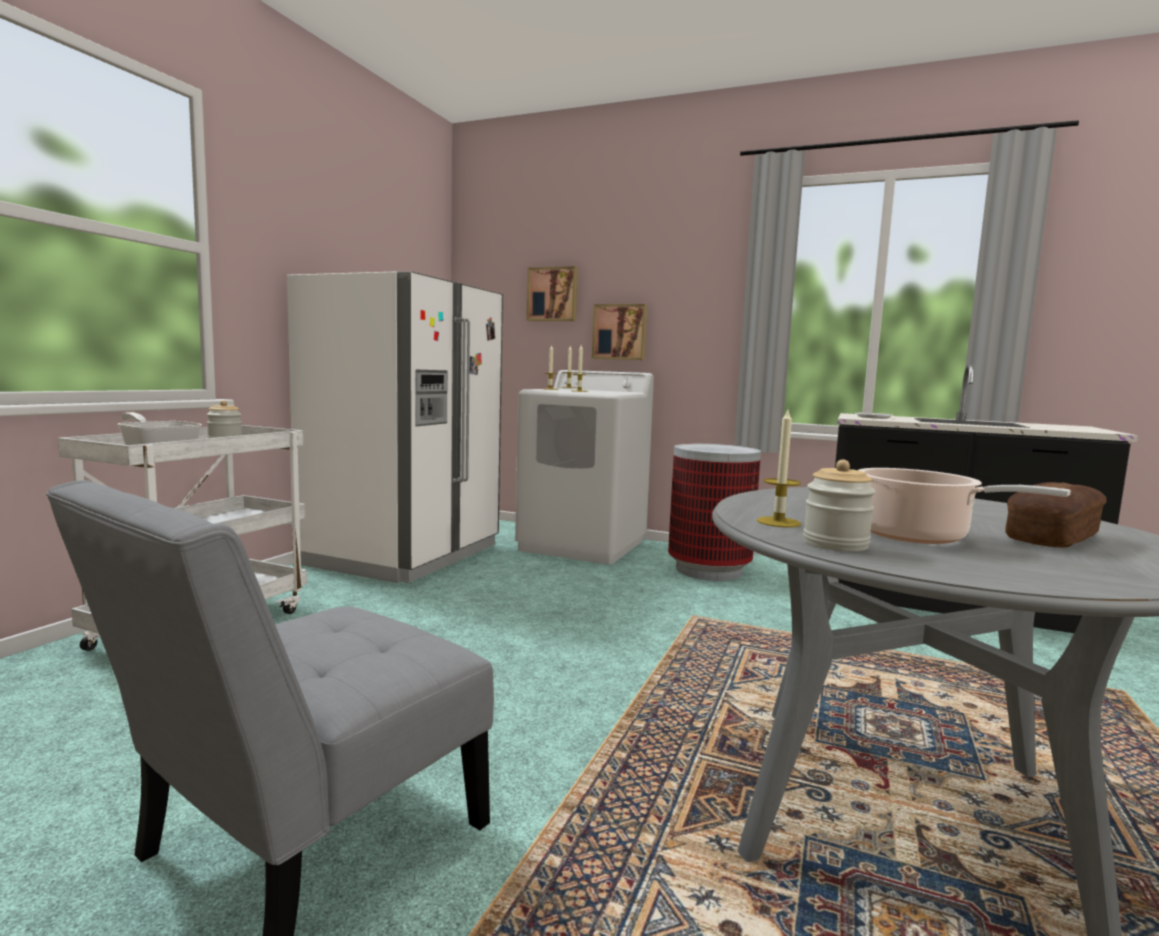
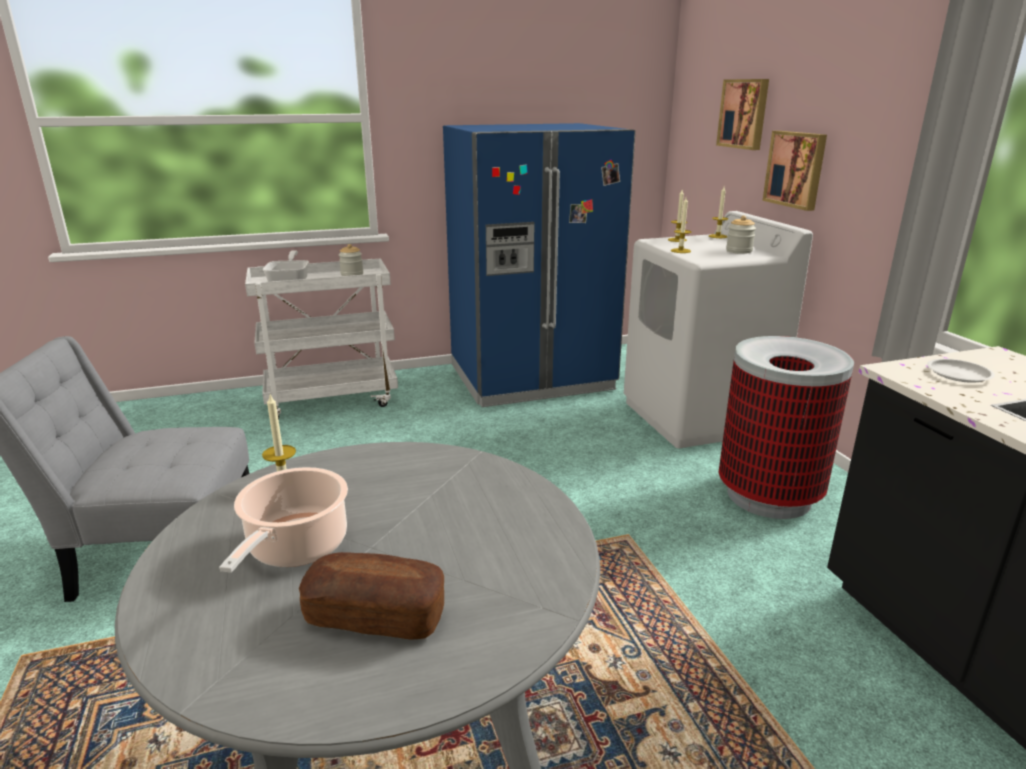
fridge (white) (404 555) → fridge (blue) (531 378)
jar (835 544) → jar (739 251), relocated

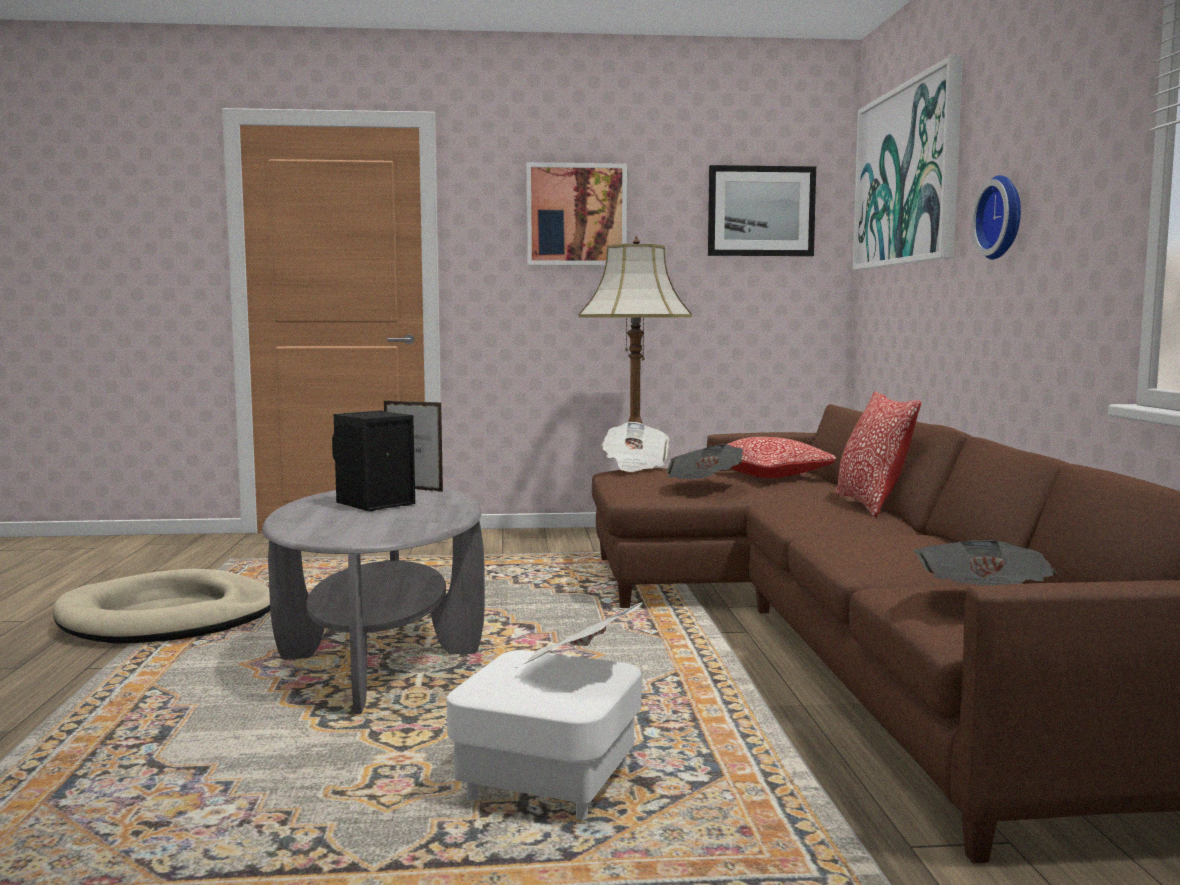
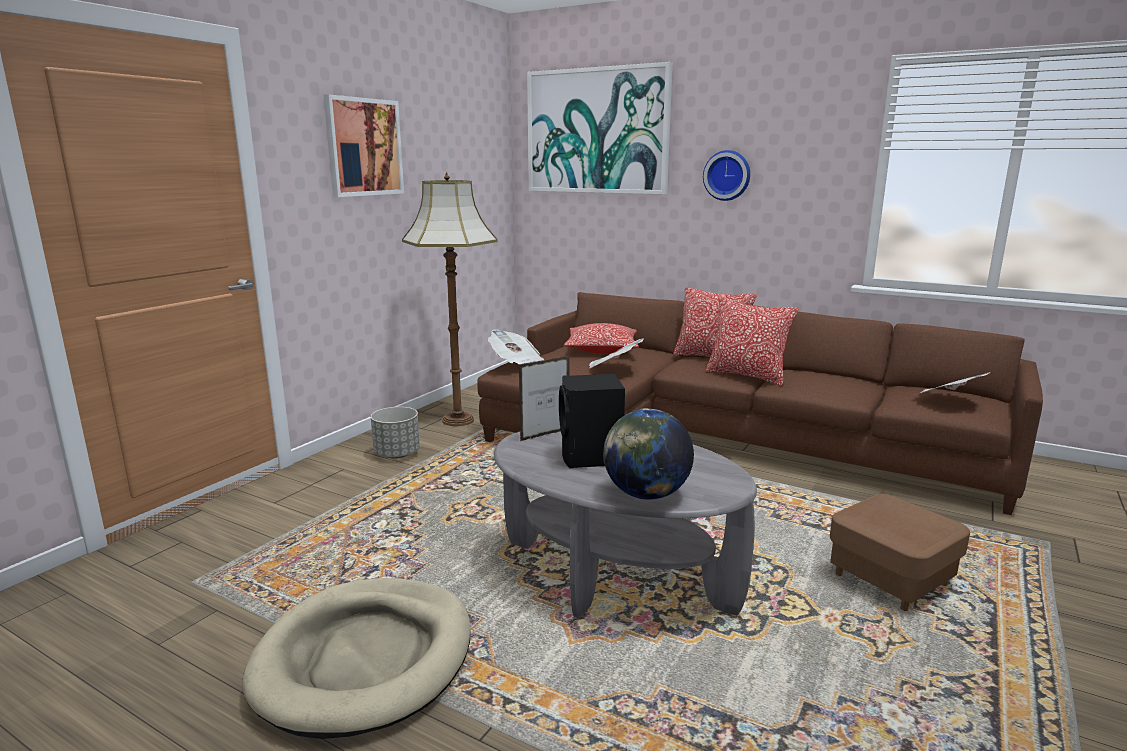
picture (761 211) → -
newspaper (578 669) → -
ottoman (white) (547 784) → ottoman (brown) (890 581)
- → pillow (747 376)
- → planter (grey) (397 454)
- → globe (646 495)

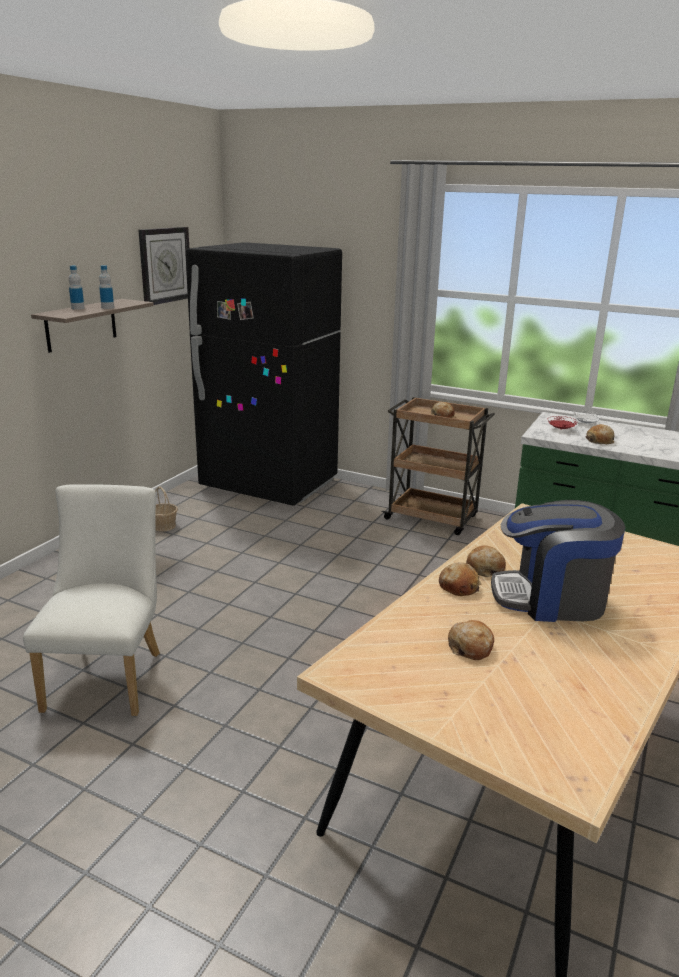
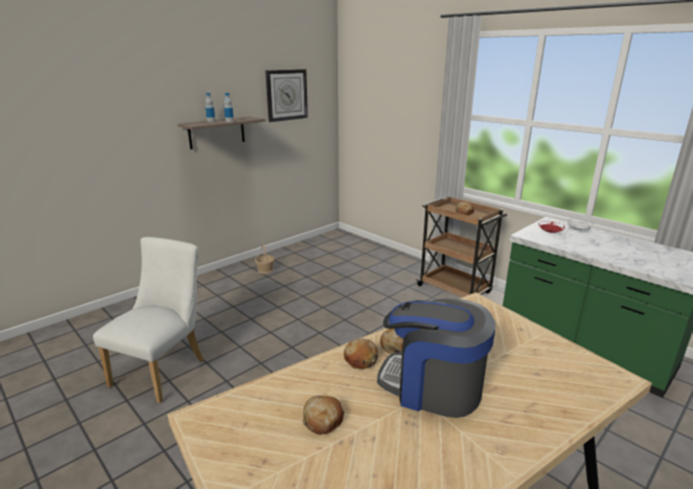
fridge (black) (269 485) → -
bread (600 440) → -

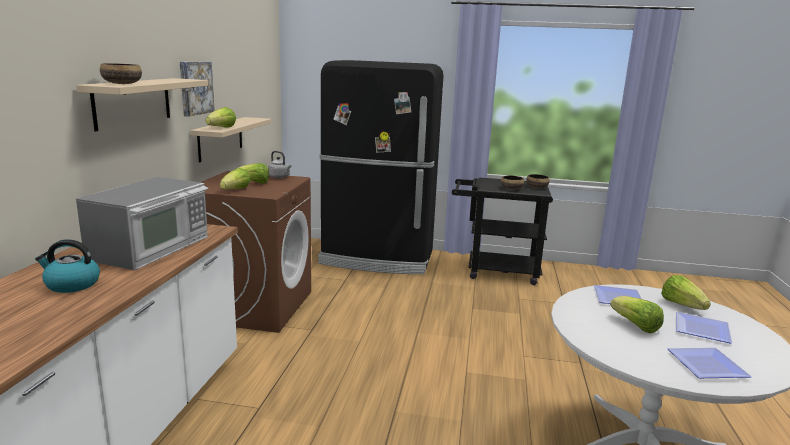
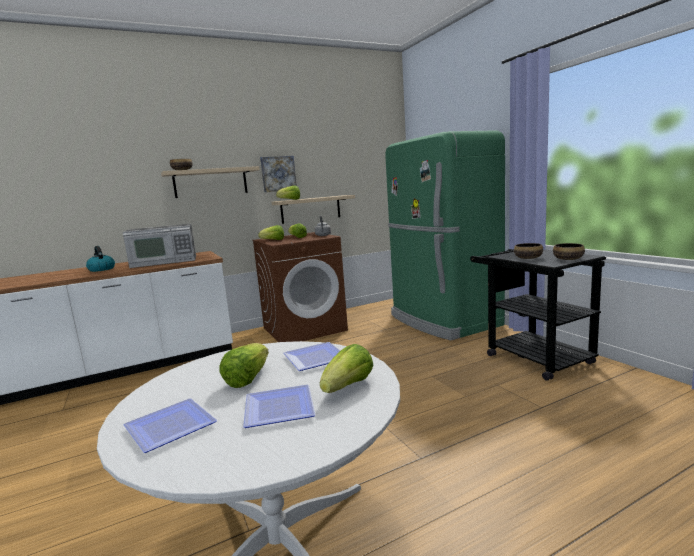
fridge (black) (378 258) → fridge (green) (443 321)

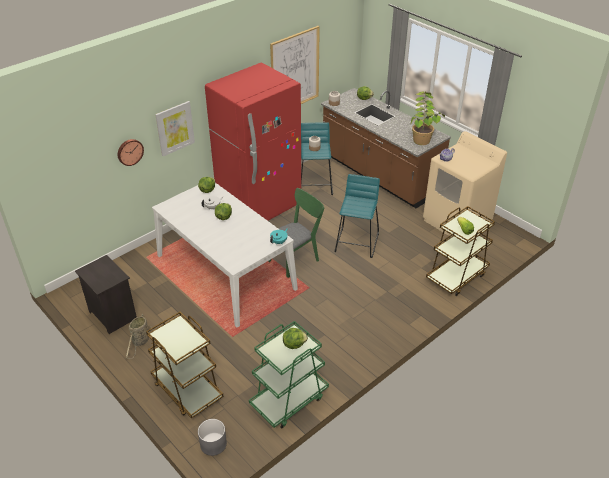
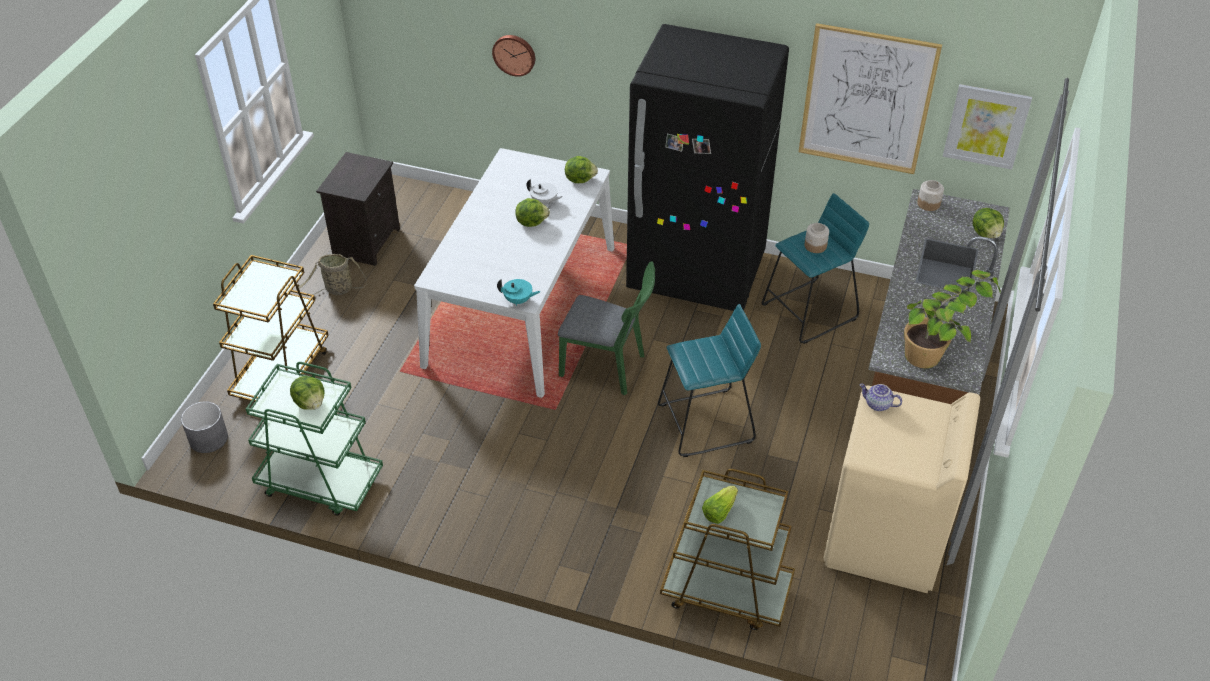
fridge (red) (259 206) → fridge (black) (696 273)
picture (175 128) → picture (986 126), relocated

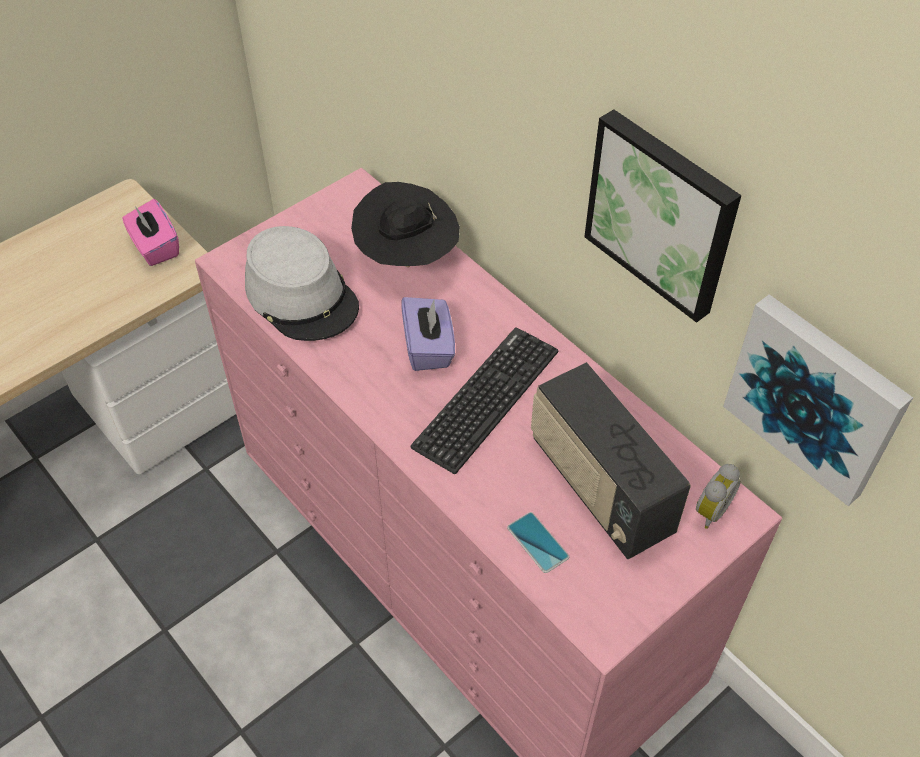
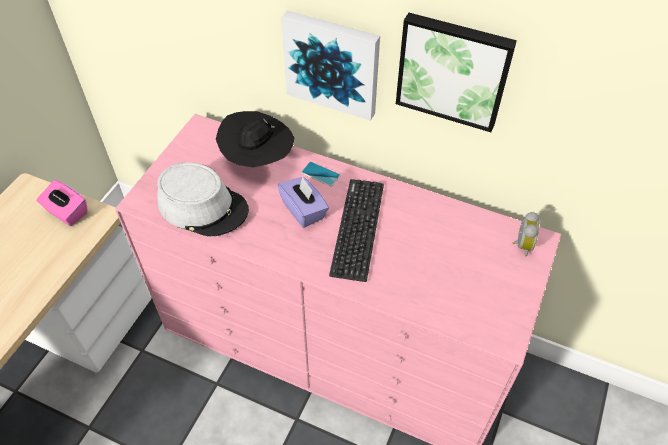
picture (816 397) → picture (332 63), relocated
radio (599 488) → -
phone (537 542) → phone (320 174), relocated

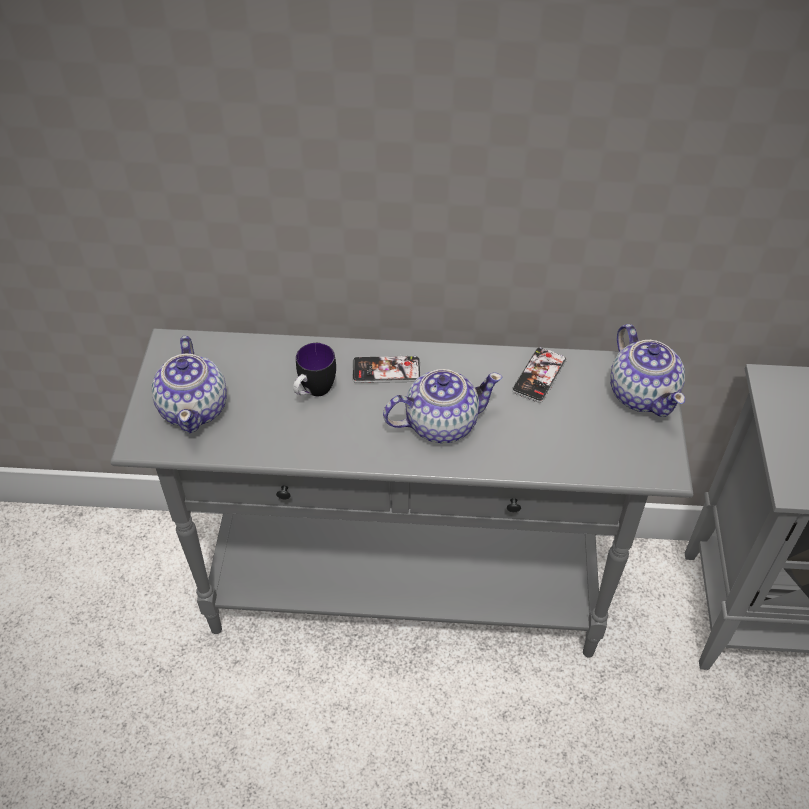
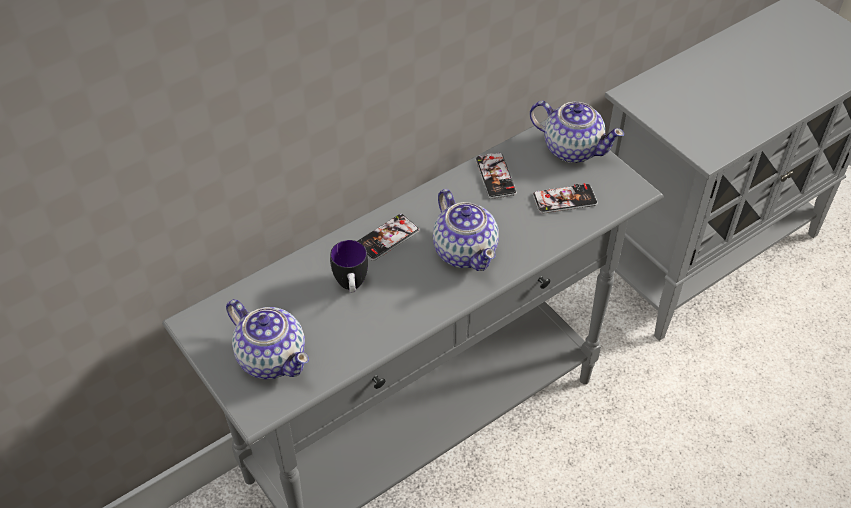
teapot (440 423) → teapot (465 251), 120 degrees clockwise
- → phone (564 199)

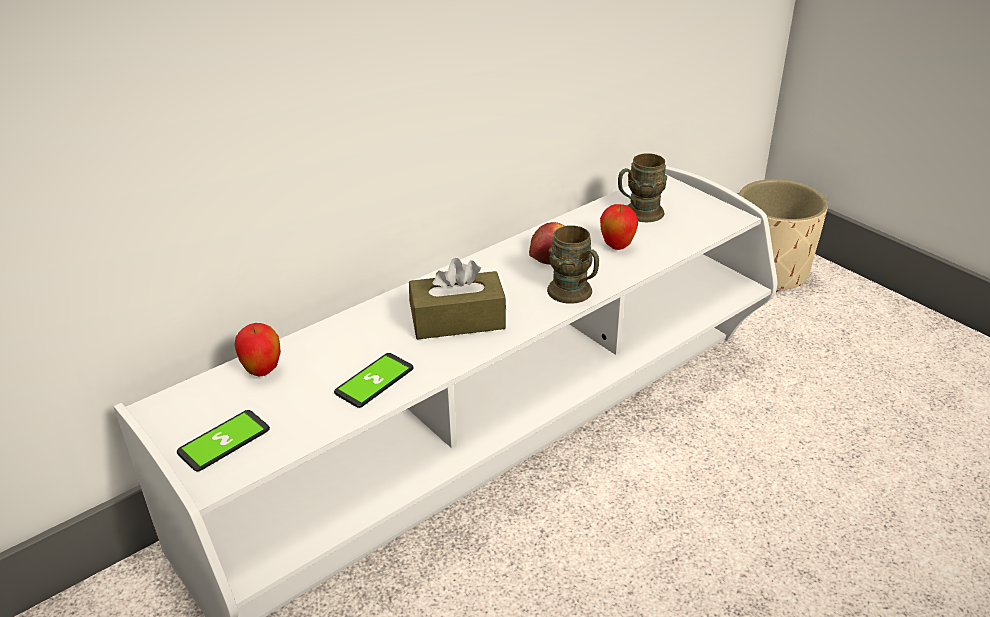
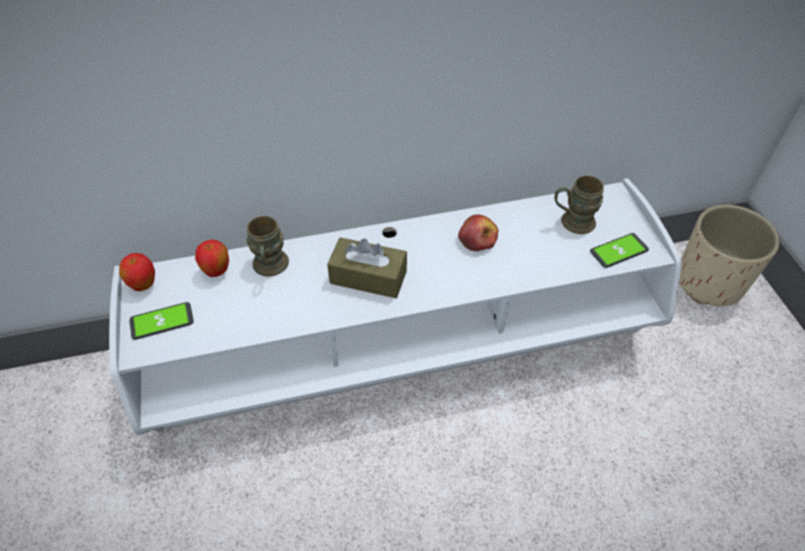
apple (617 246) → apple (144 285), relocated
mug (brown) (575 295) → mug (brown) (270 268), relocated
phone (374 381) → phone (618 251), relocated

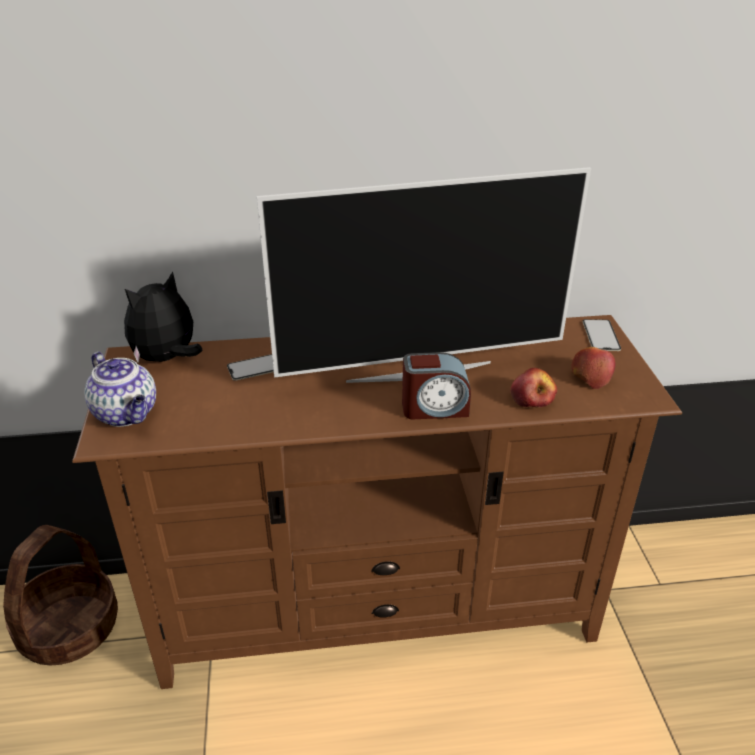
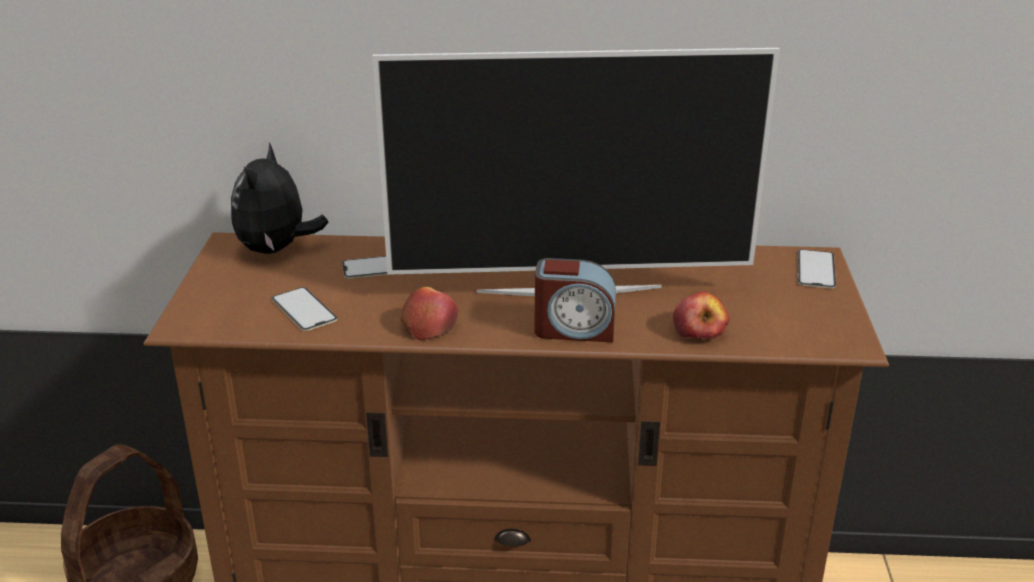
plush toy (167 359) → plush toy (276 250), 45 degrees counterclockwise
apple (591 375) → apple (429 325), relocated
teapot (127 414) → -
- → phone (304 309)

